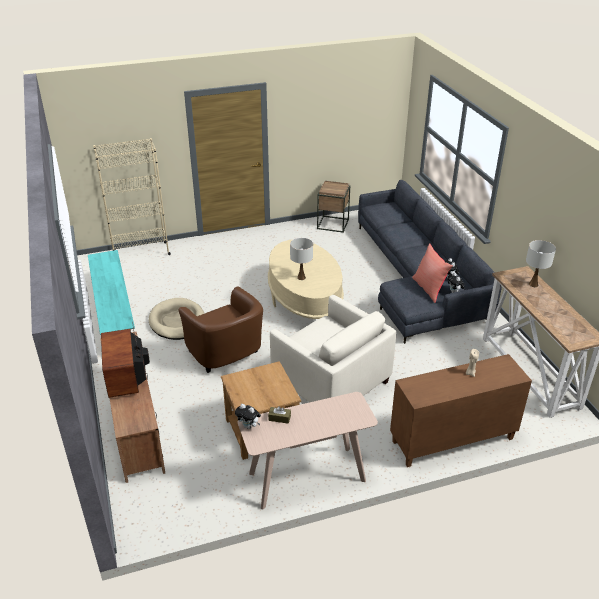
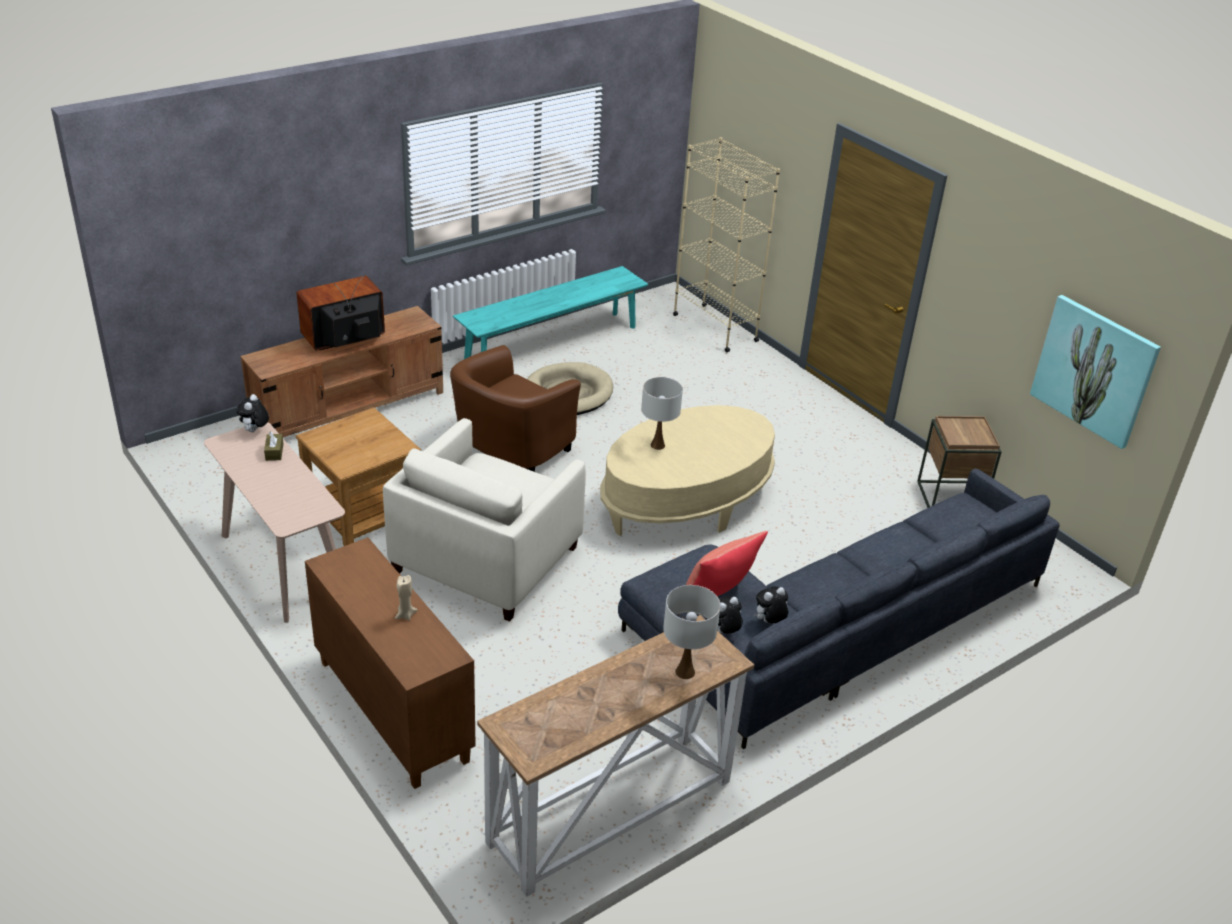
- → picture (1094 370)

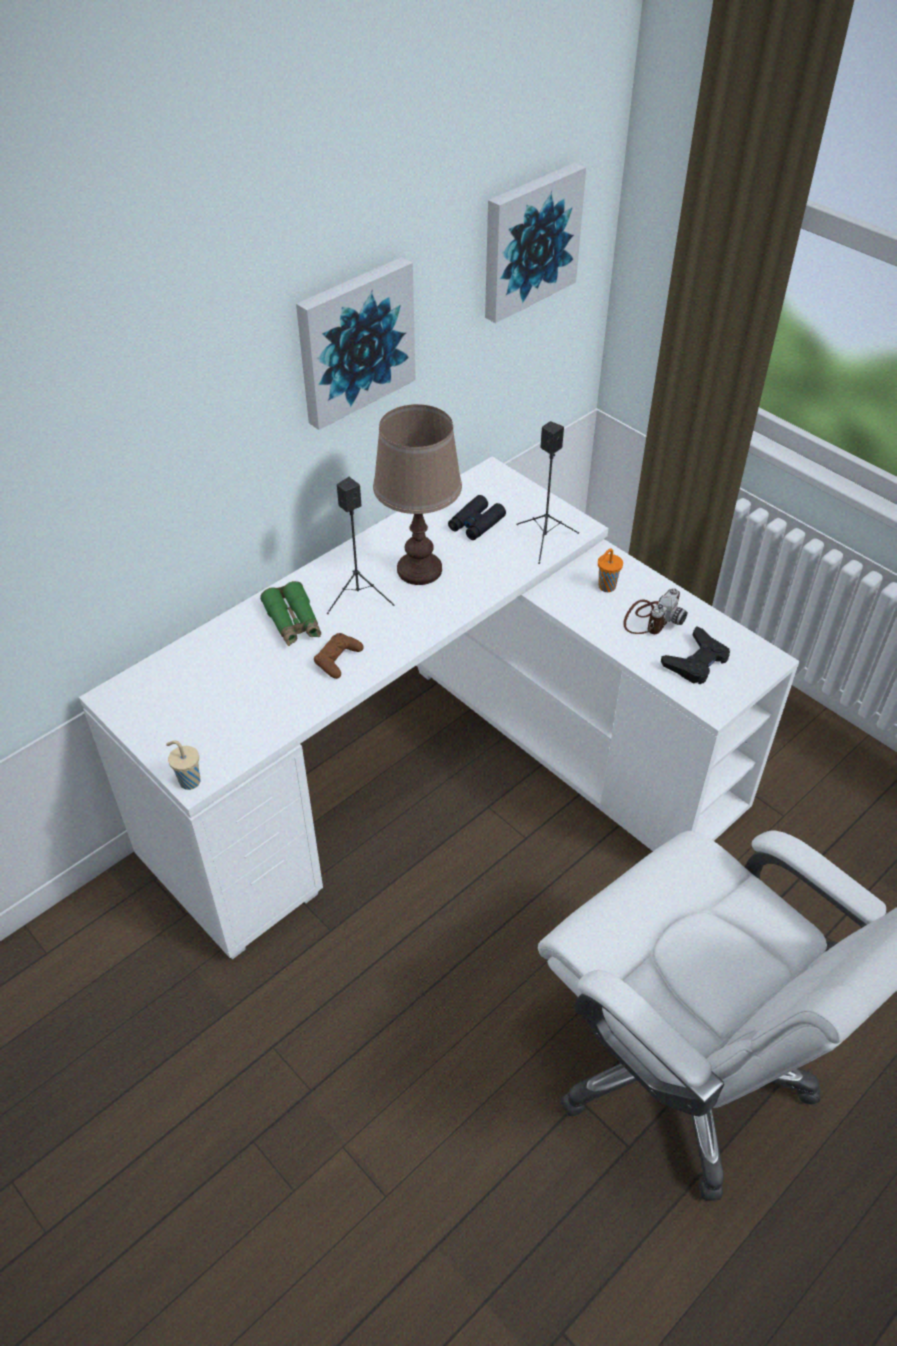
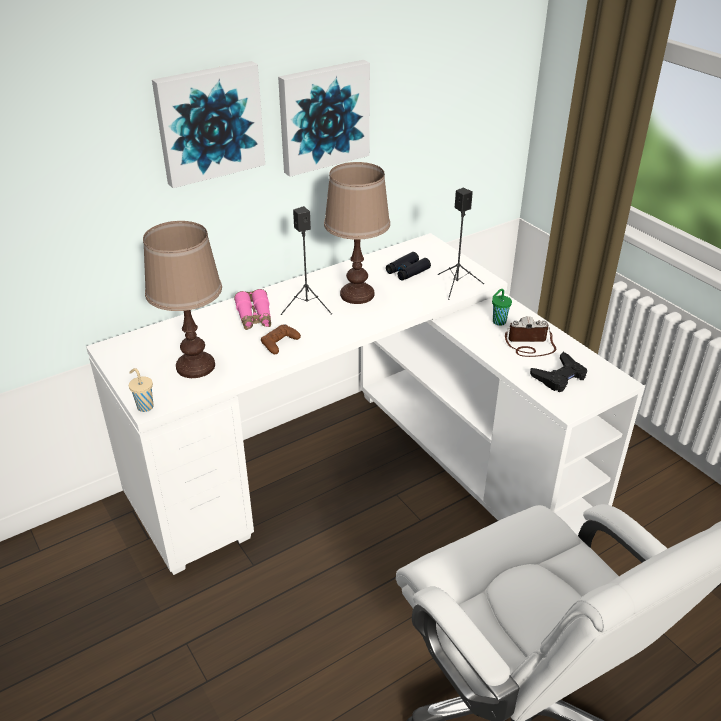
picture (529 241) → picture (209 122), relocated
cup (orange) (606 587) → cup (green) (498 322)
binoculars (green) (293 622) → binoculars (pink) (254 317)
photo camera (651 618) → photo camera (529 345), 135 degrees counterclockwise
- → table lamp (brown) (195 366)

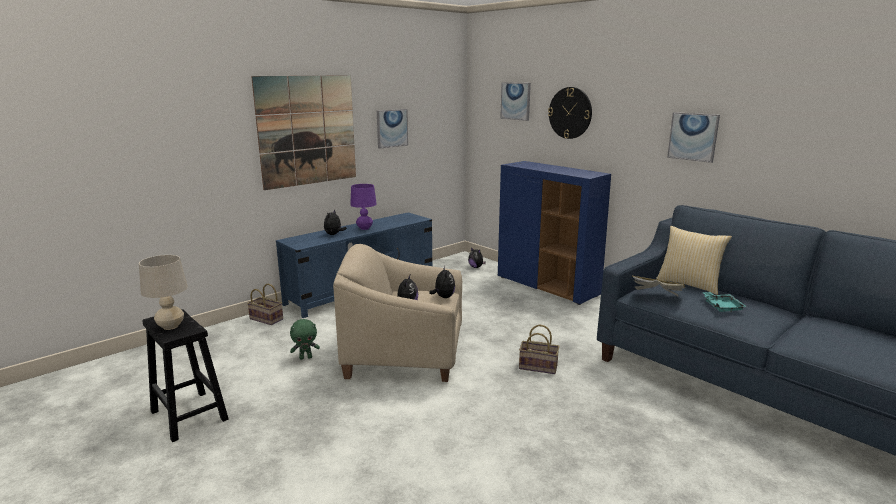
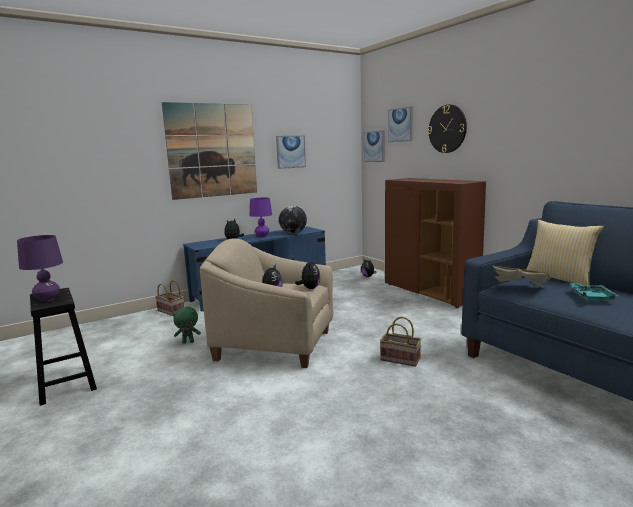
picture (693 136) → picture (374 146), relocated
cabinet (blue) (547 286) → cabinet (brown) (430 292)
table lamp (beige) (171 326) → table lamp (purple) (47 299)
- → globe (293 233)

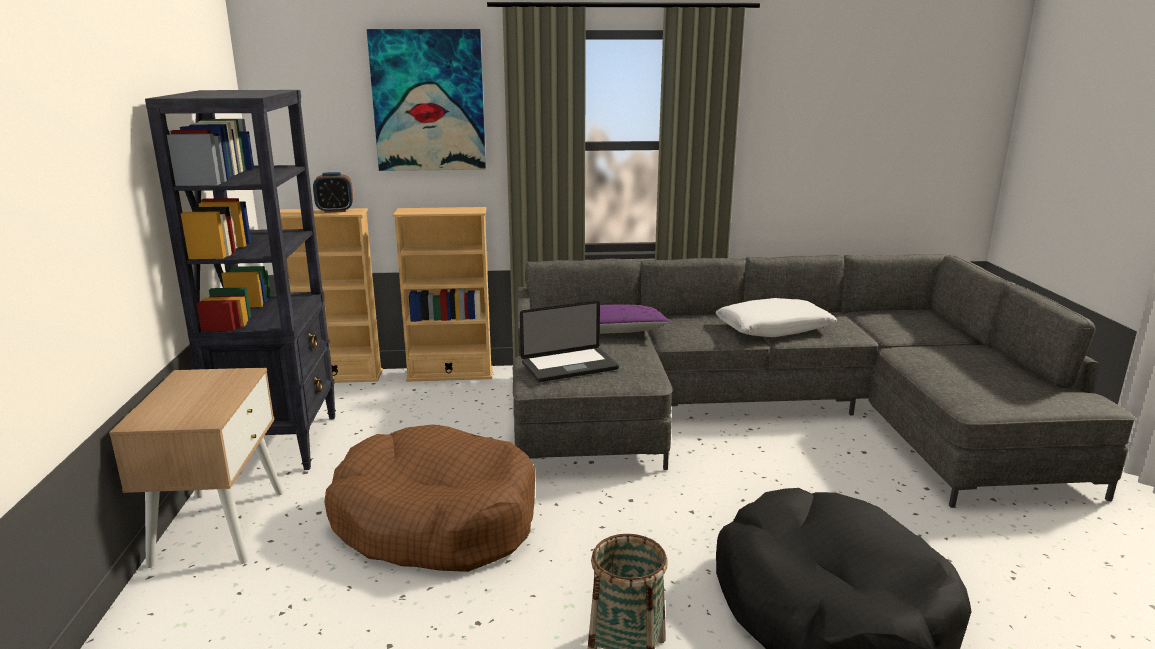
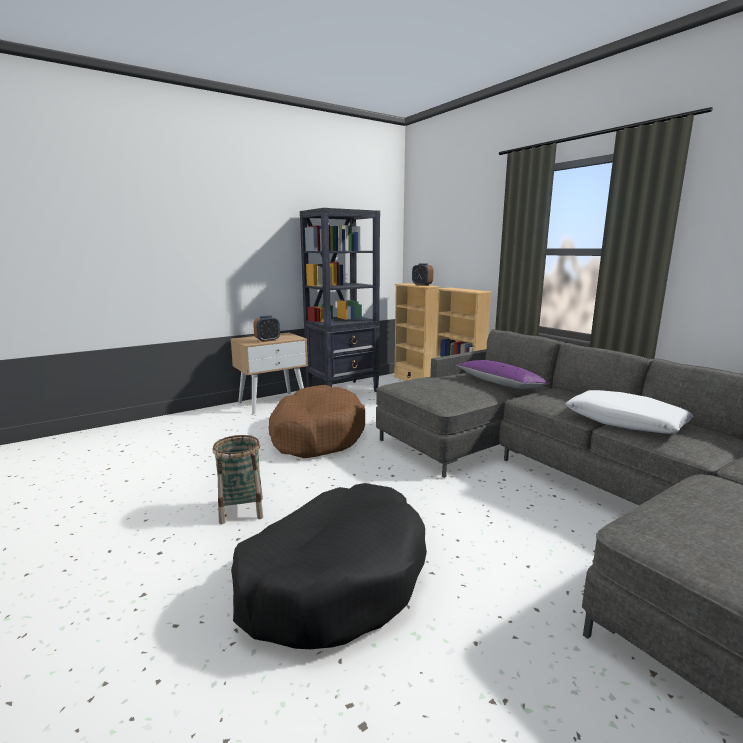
picture (428 101) → -
laptop (569 366) → -
- → alarm clock (267 340)

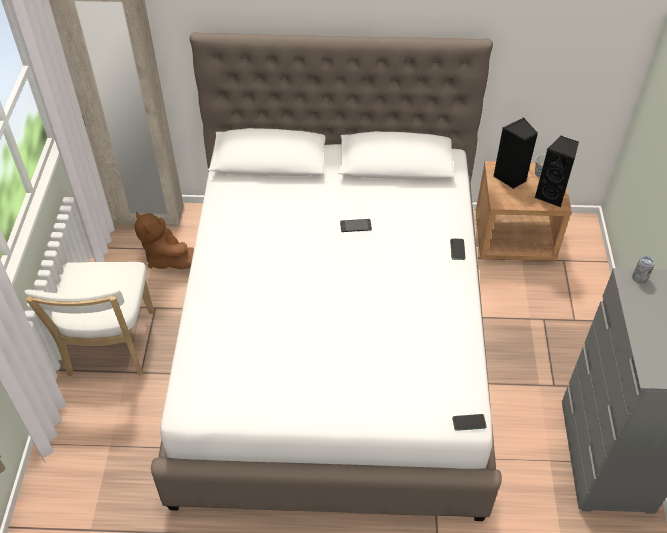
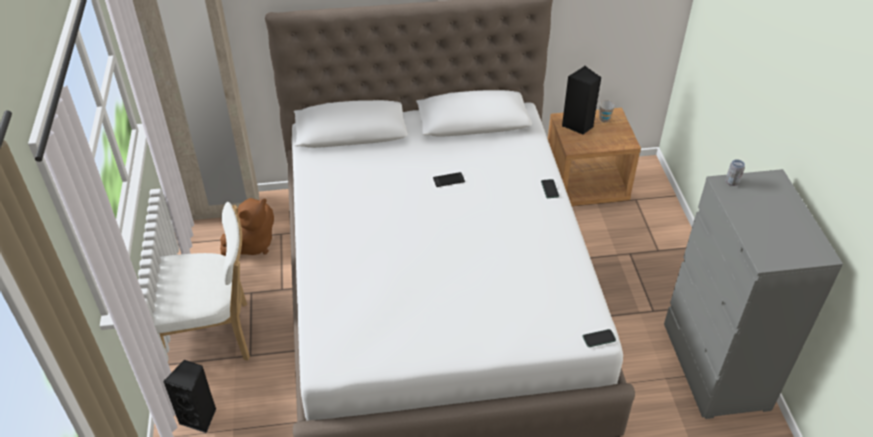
speaker (black) (551 195) → speaker (black) (200 417), relocated
plush toy (brown) (166 258) → plush toy (brown) (252 245), 90 degrees counterclockwise
chair (white) (110 347) → chair (white) (213 336), 90 degrees counterclockwise

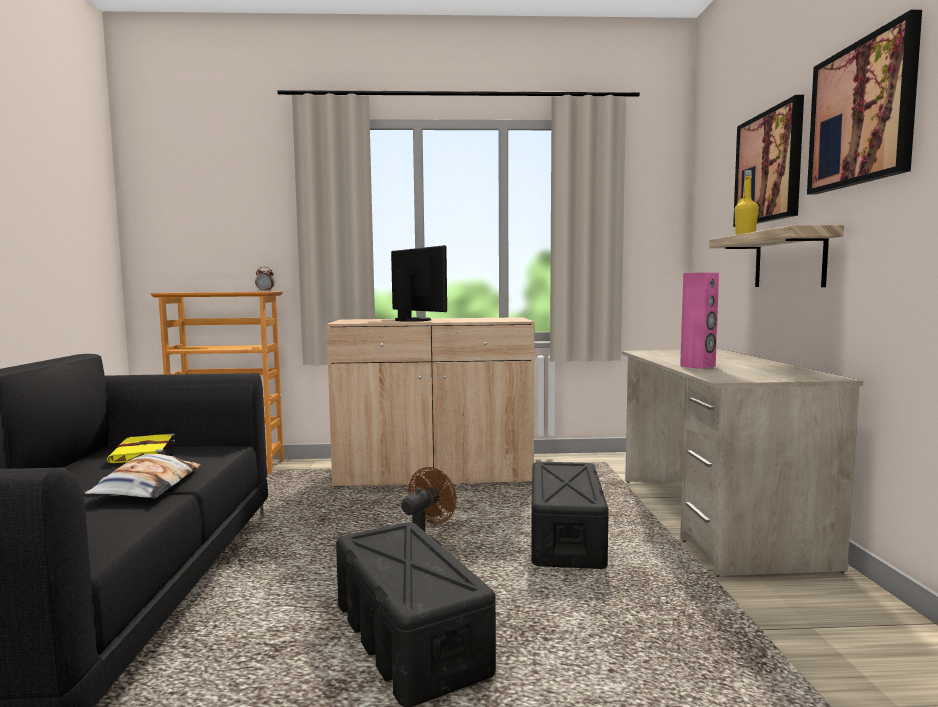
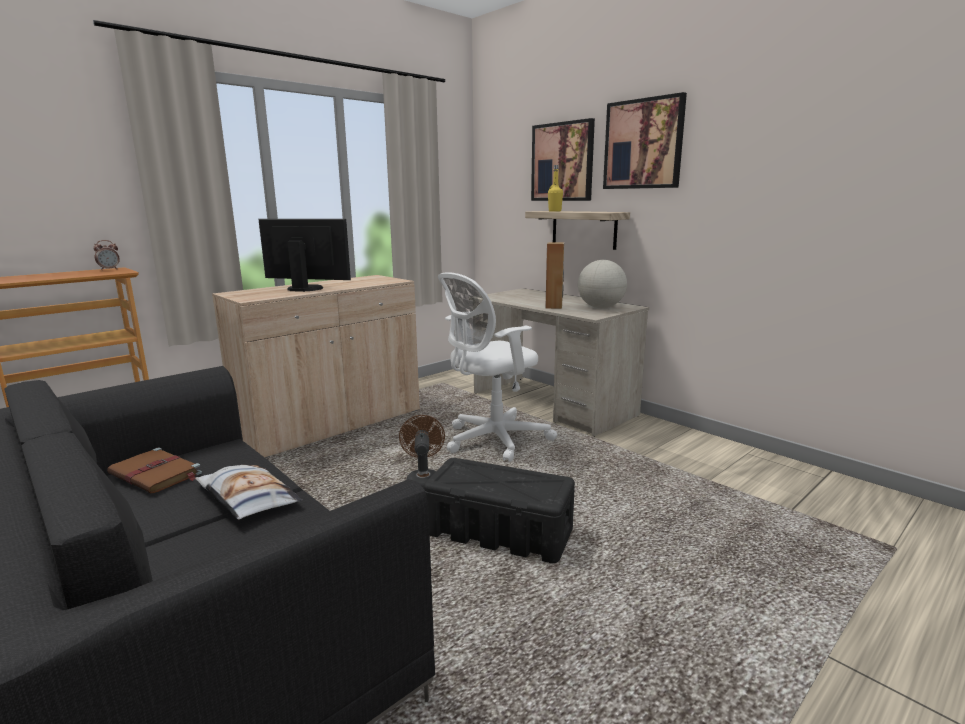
speaker (pink) (698 366) → speaker (brown) (554 307)
book (yellow) (143 452) → book (brown) (156 474)
storage box (black) (565 537) → office chair (white) (492 440)
- → globe (601 307)

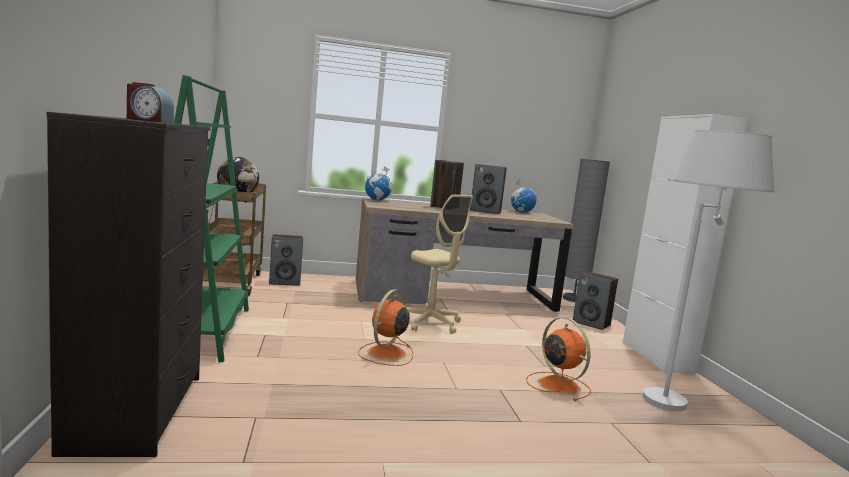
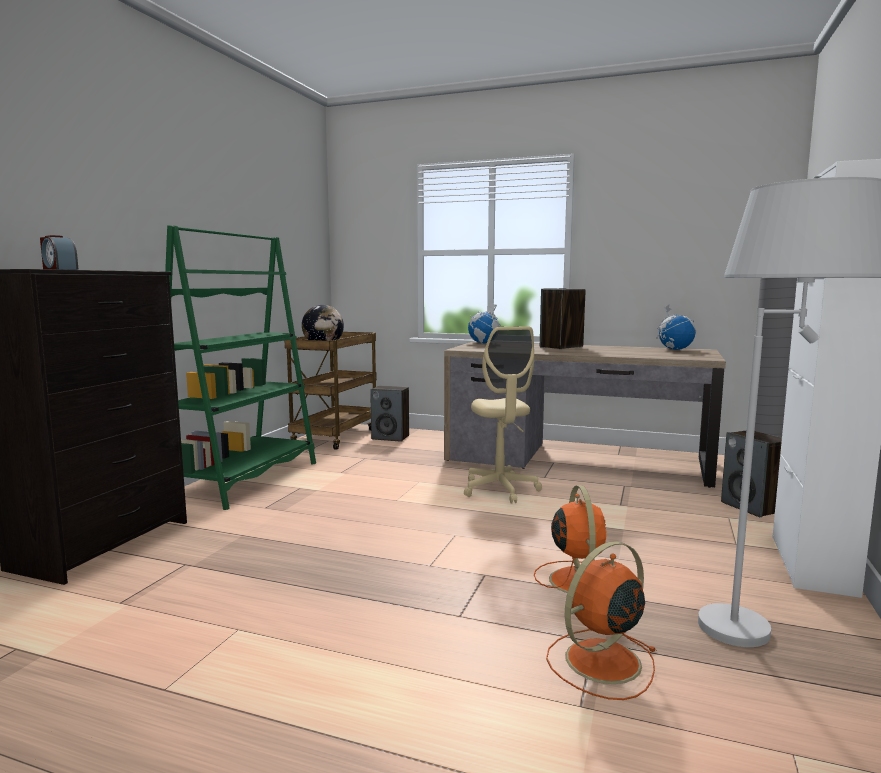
speaker (486 211) → -
fan (orange) (386 354) → fan (orange) (600 662), relocated

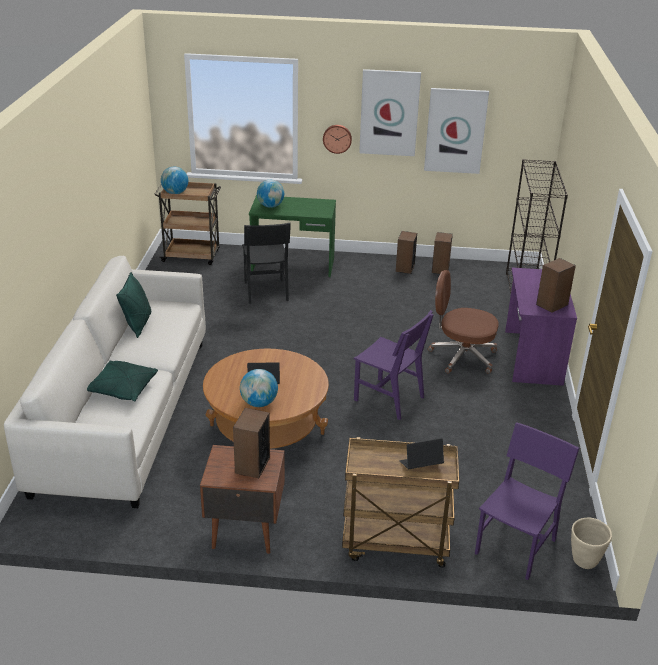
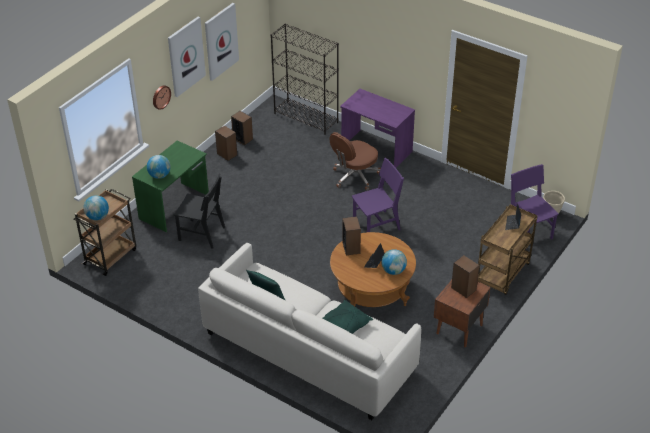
speaker (552 304) → speaker (351 248), relocated

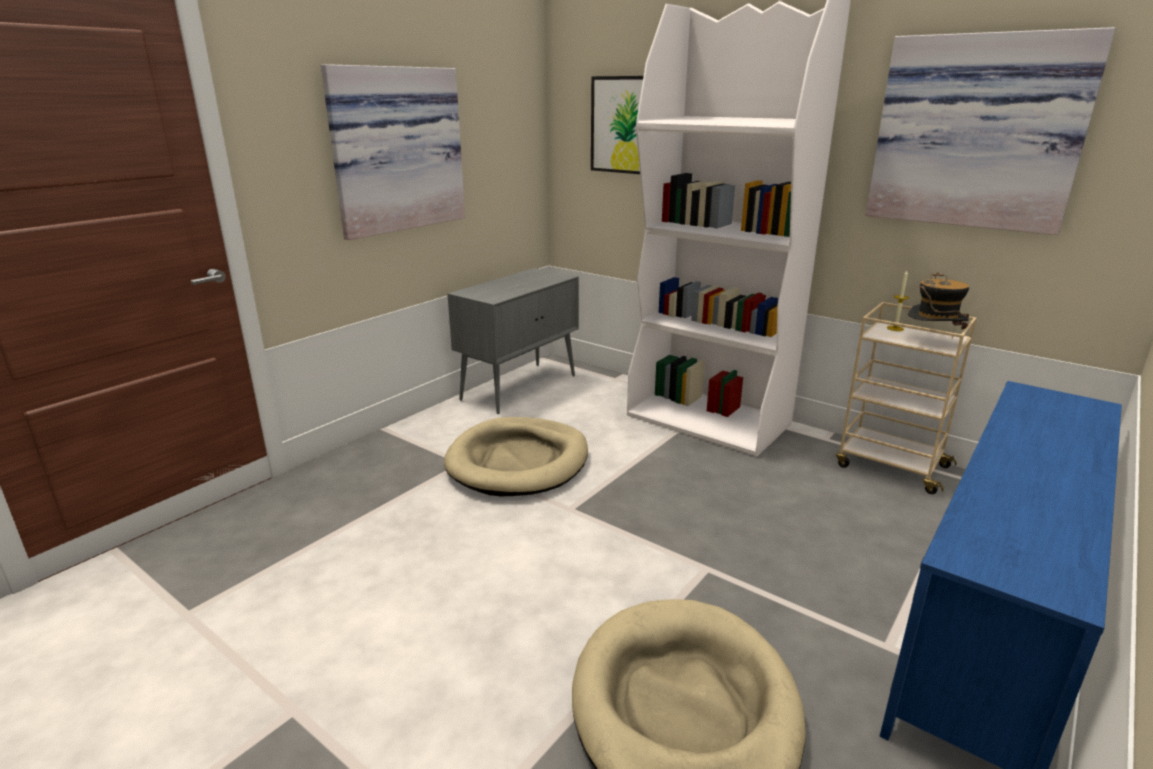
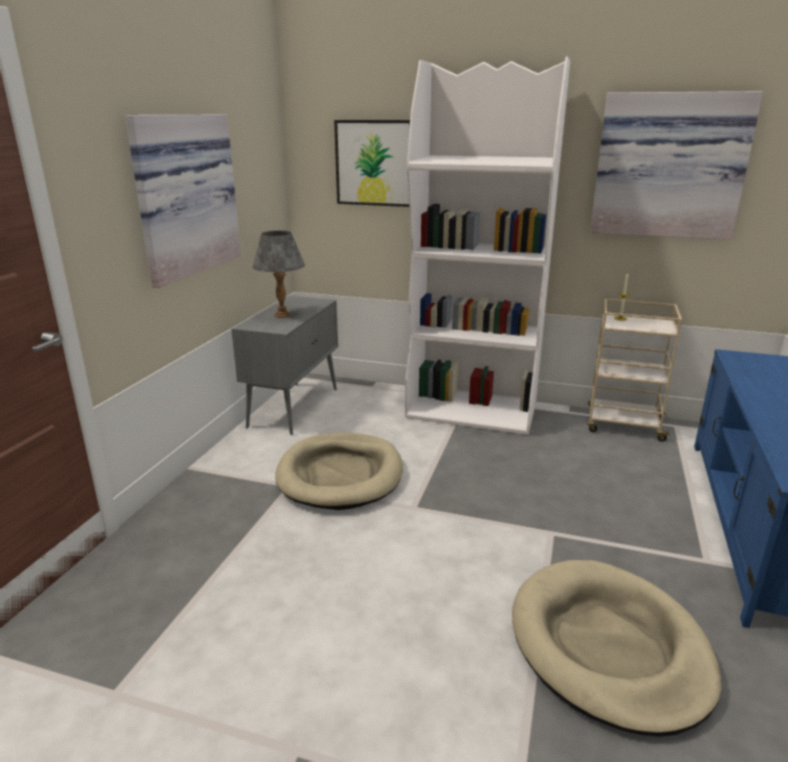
hat (932 342) → -
- → table lamp (grey) (282 315)

